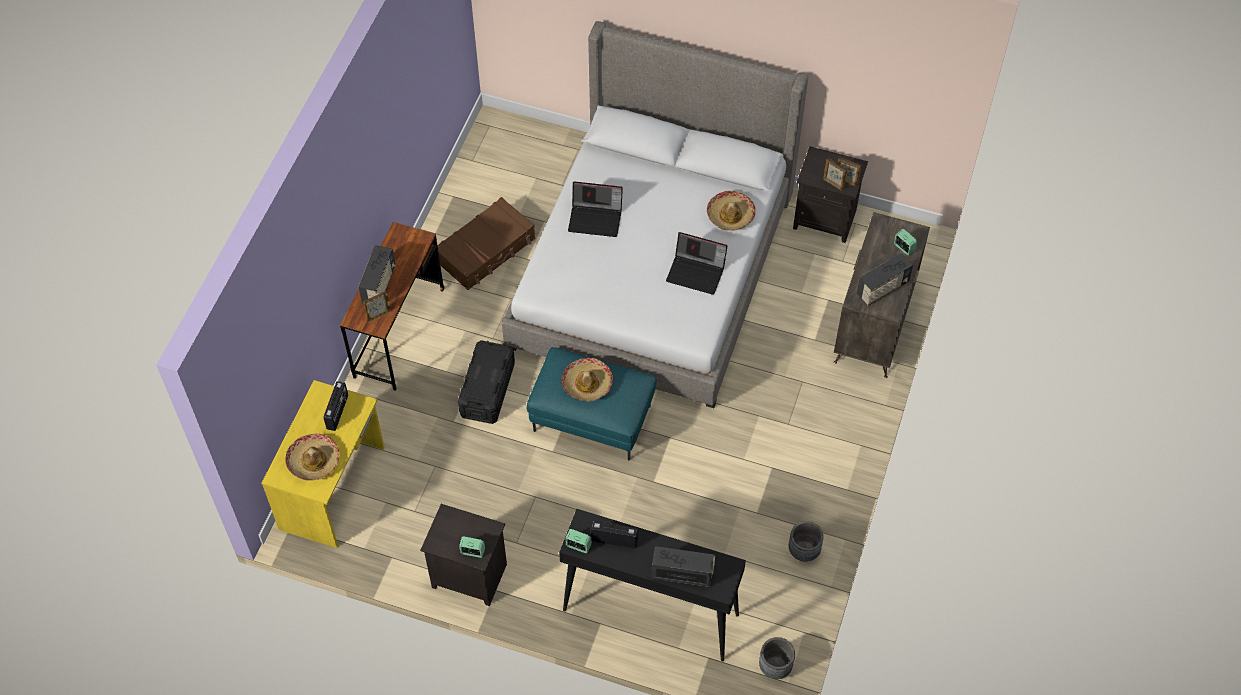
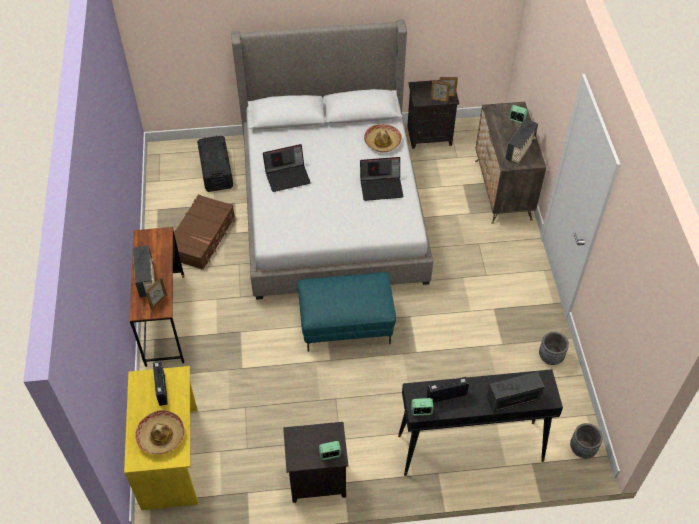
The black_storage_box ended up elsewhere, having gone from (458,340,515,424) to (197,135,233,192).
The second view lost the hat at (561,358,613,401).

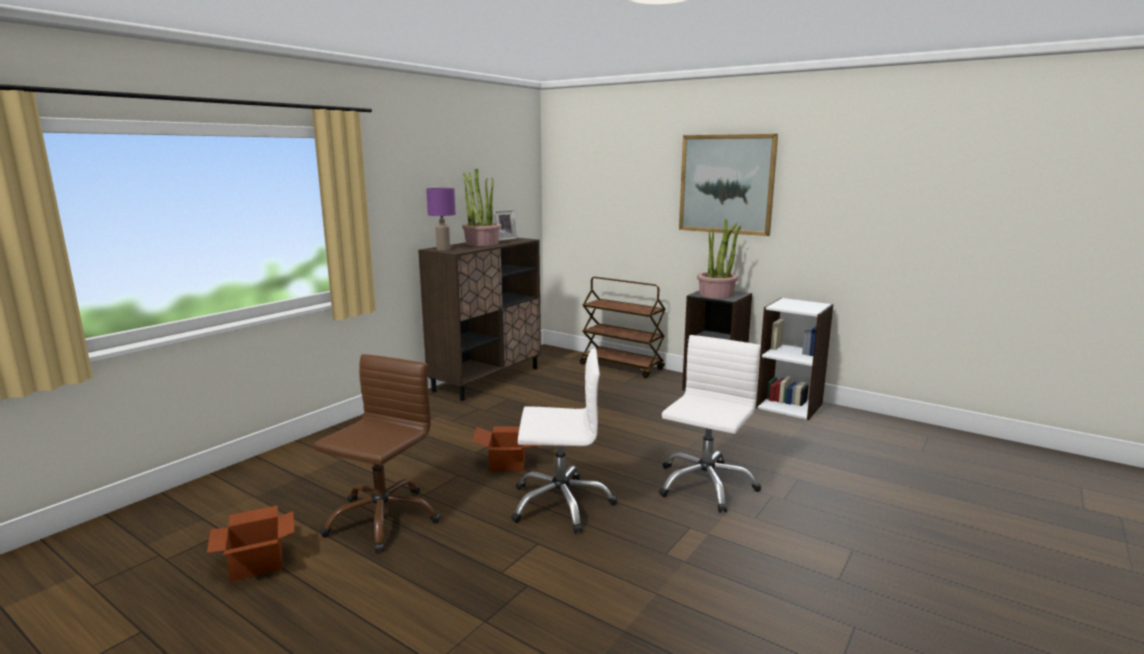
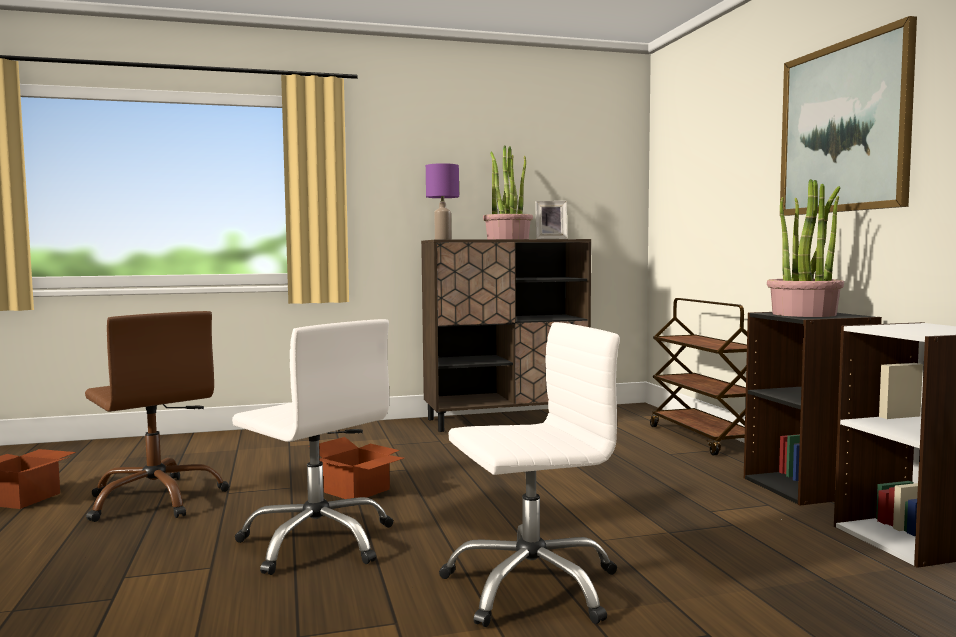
The brown_office_chair at (314,354,441,552) ended up facing another way, 75 degrees clockwise from before.

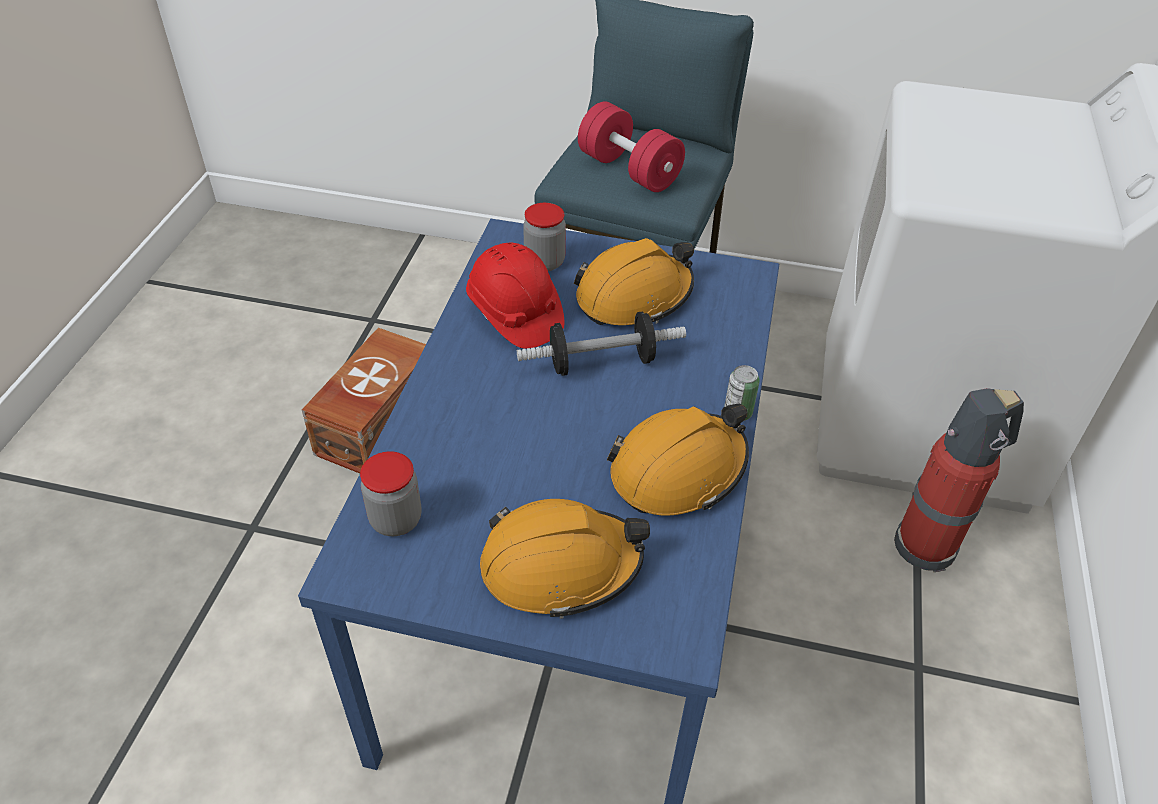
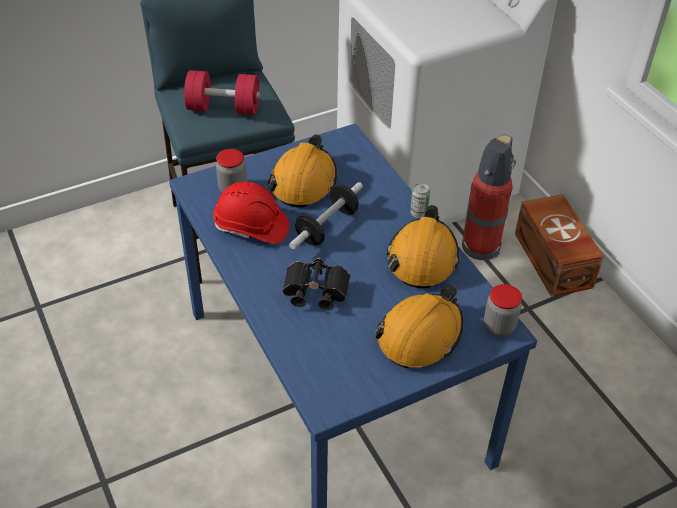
The brown_storage_box ended up elsewhere, having gone from (302,328,426,474) to (515,194,604,297).
The jar ended up elsewhere, having gone from (360,451,422,536) to (484,284,522,337).
The second view gained the black_binoculars at (283,258,350,310).

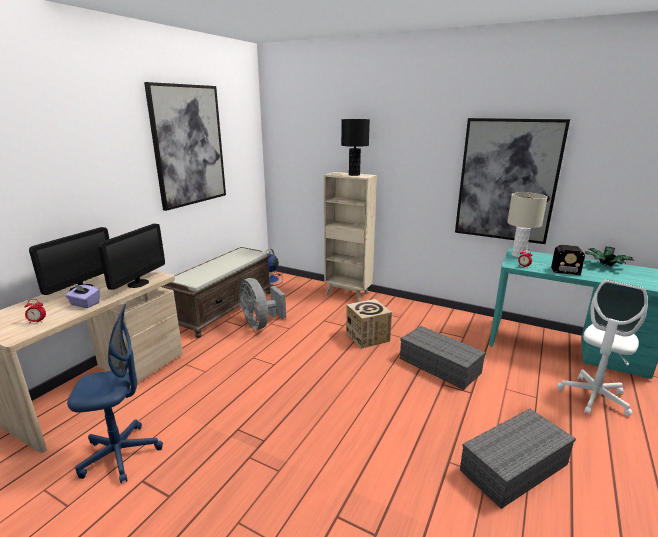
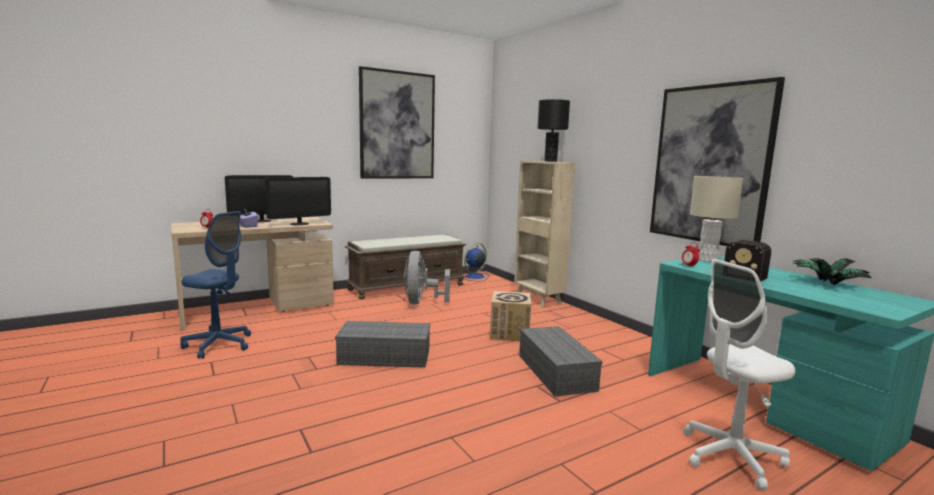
The grey_storage_box ended up elsewhere, having gone from (460,409,576,509) to (335,321,430,368).

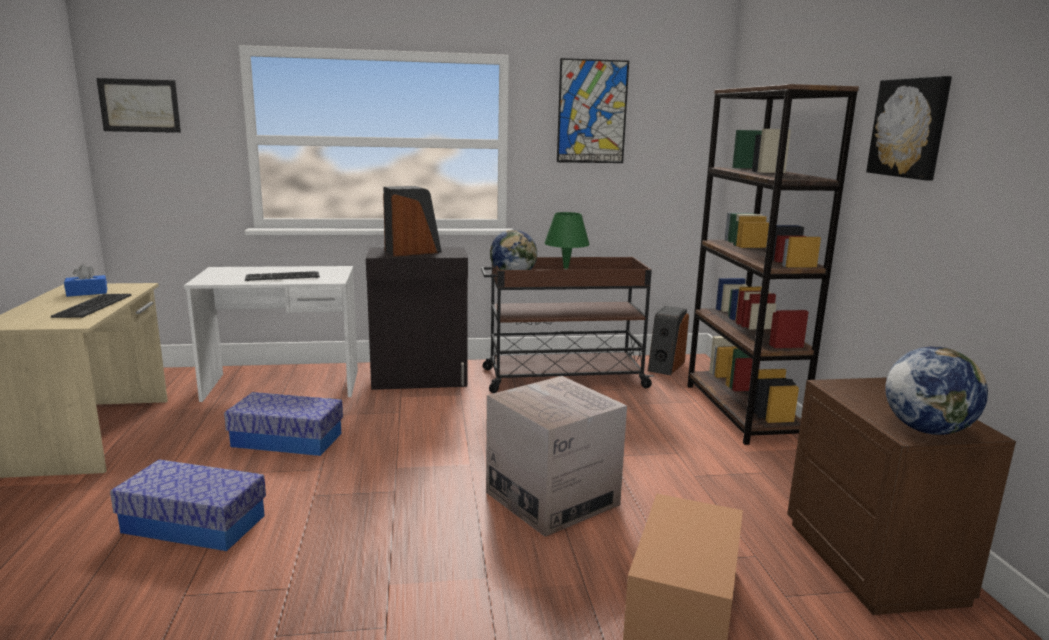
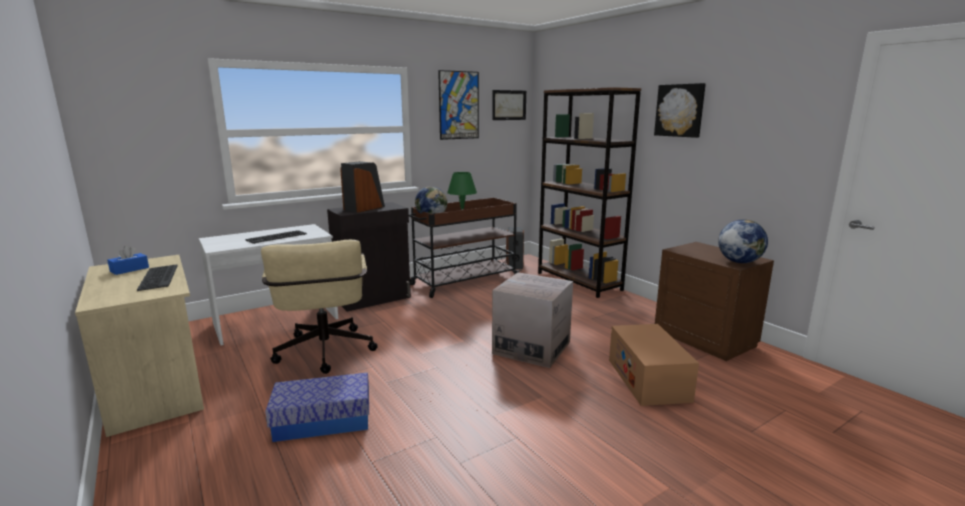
The picture ended up elsewhere, having gone from (96,78,181,133) to (492,90,526,120).
Where the storage_box stood at (224,392,343,456), the beige_office_chair came to stand at (261,240,378,374).

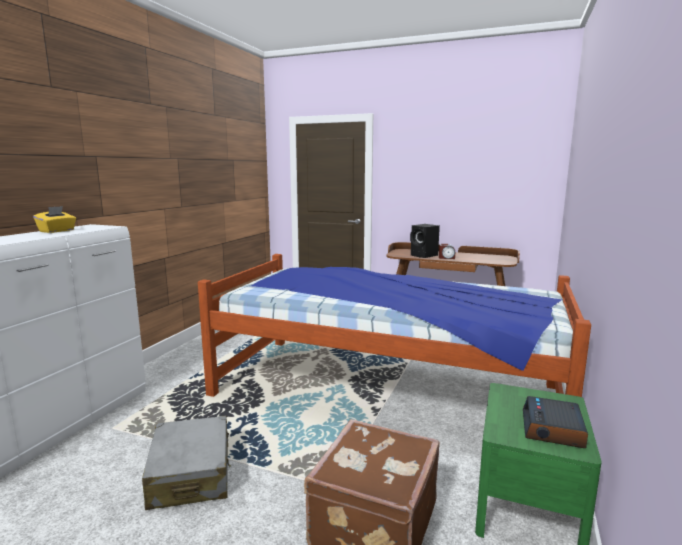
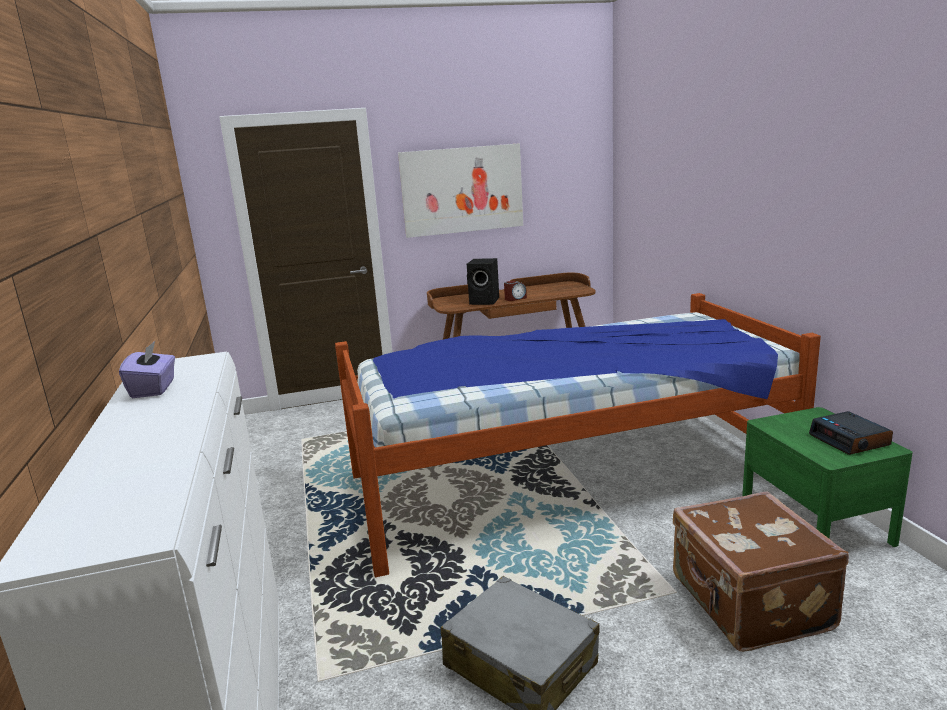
What was the yellow_tissue_box at (33,206,76,233) turned into the purple_tissue_box at (119,341,175,398).
The second view gained the picture at (398,144,523,238).

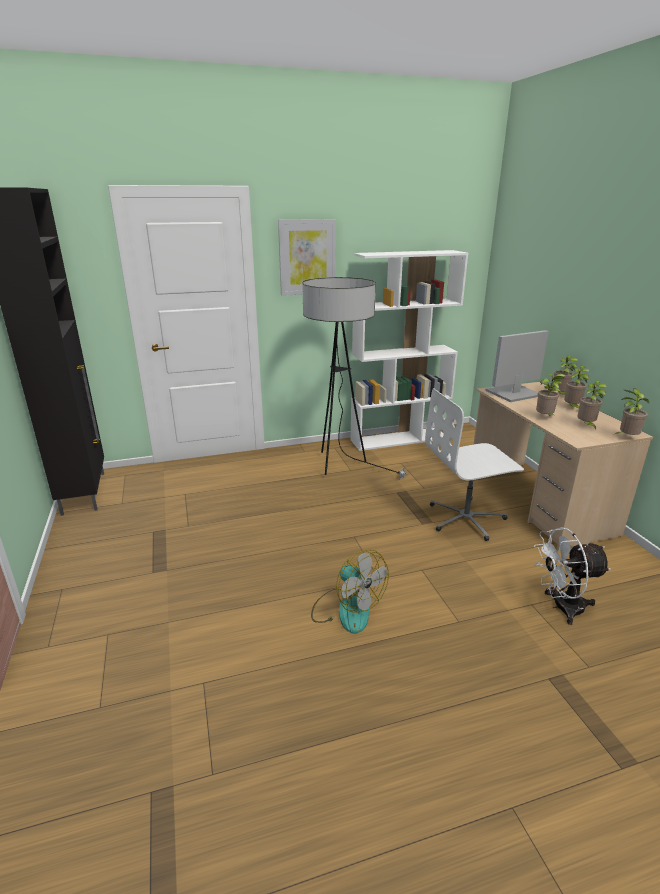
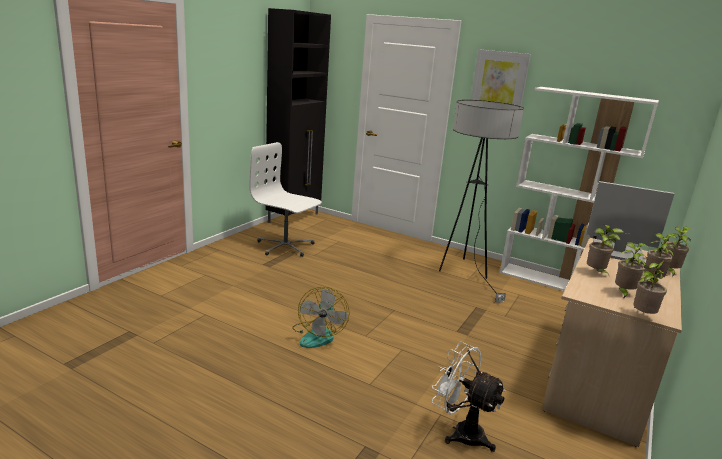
The white_office_chair ended up elsewhere, having gone from (425,388,524,541) to (249,142,322,257).

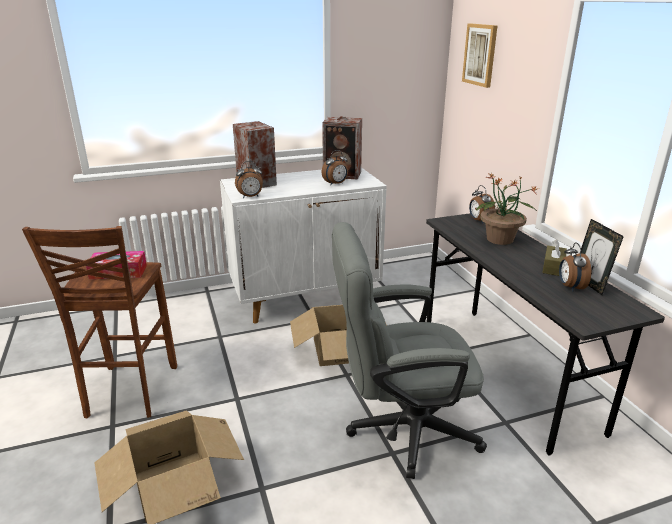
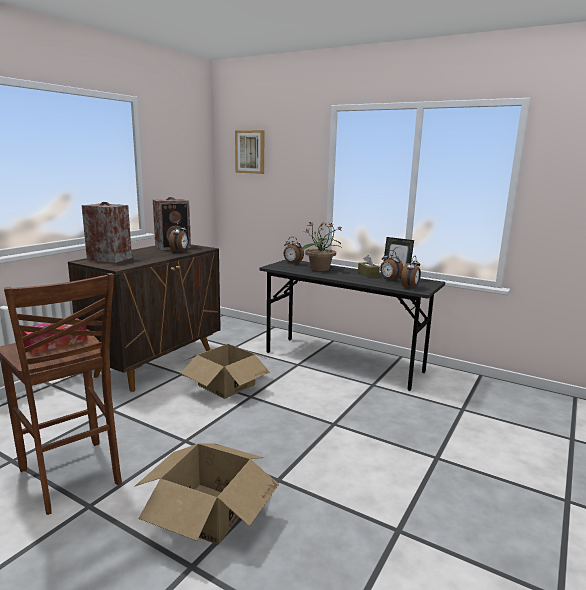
The alarm_clock ended up elsewhere, having gone from (235,161,263,198) to (401,256,421,289).
What was the white_cabinet at (220,167,387,324) turned into the brown_cabinet at (68,244,221,392).
The second view lost the grey_office_chair at (332,222,487,479).

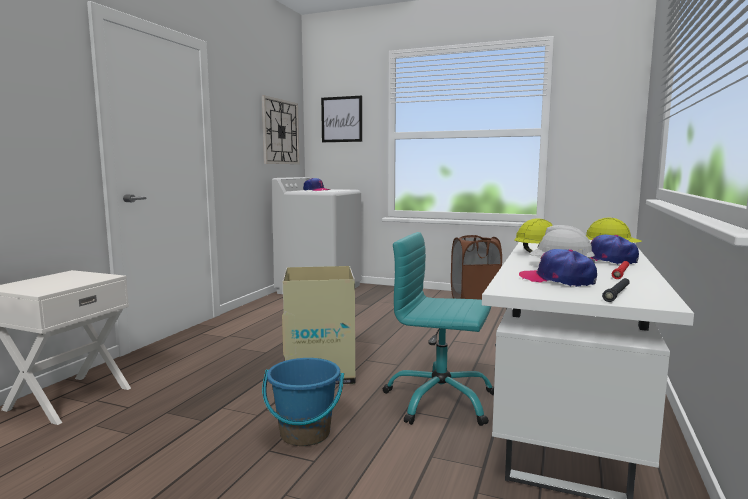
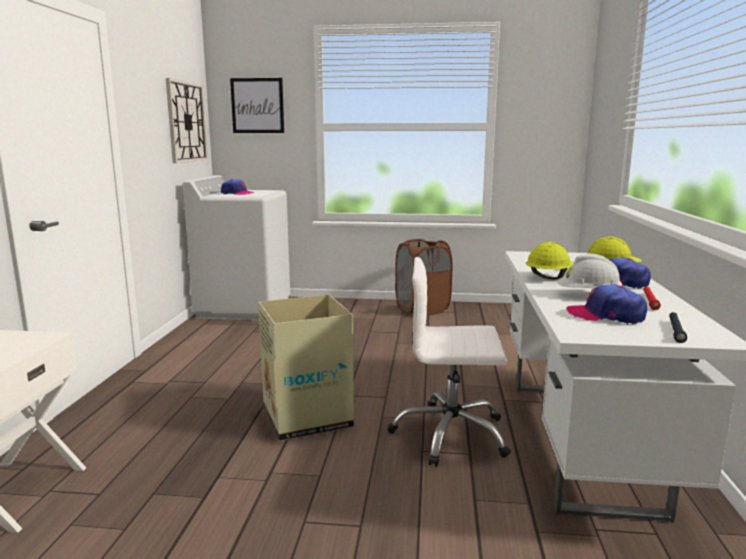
What was the turquoise_office_chair at (383,232,494,426) turned into the white_office_chair at (387,257,511,467).
The second view lost the blue_bucket at (262,358,344,446).

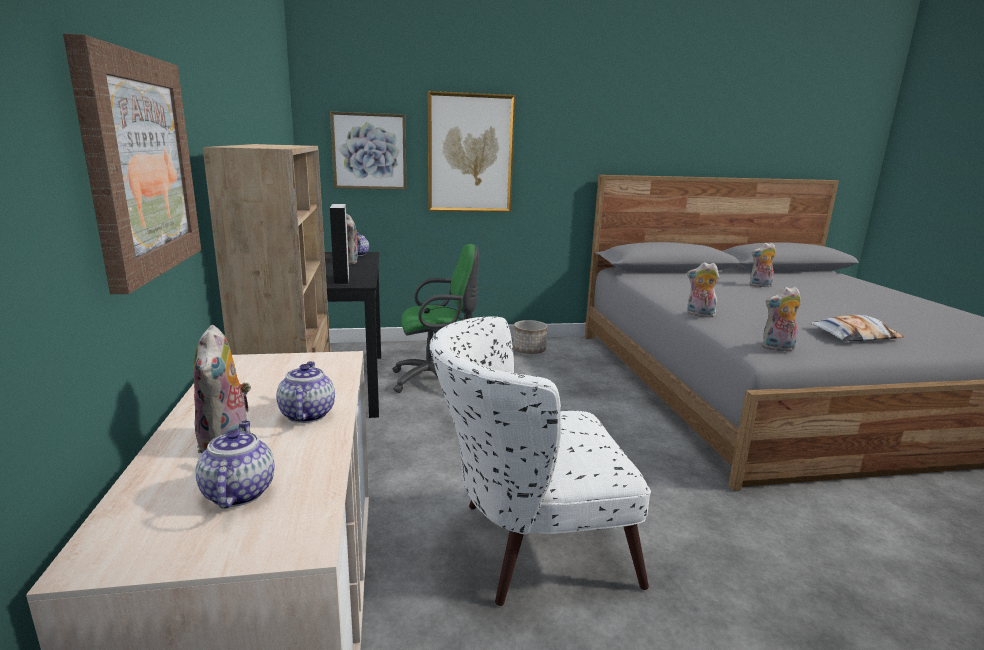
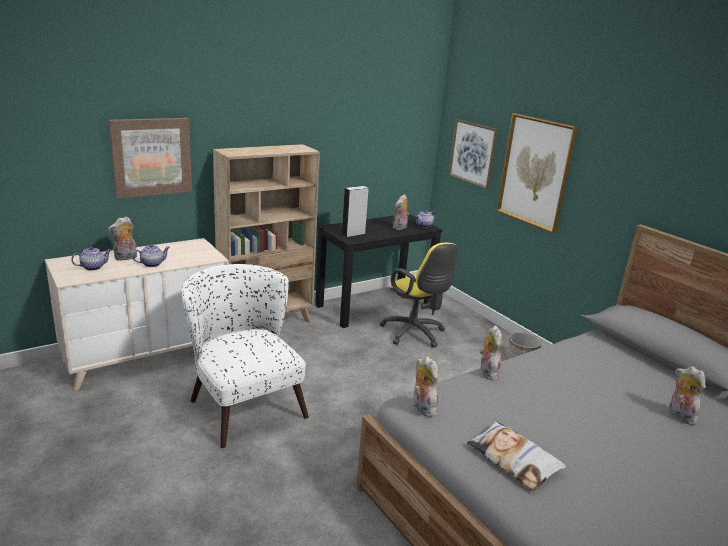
What was the green_office_chair at (392,244,479,393) turned into the yellow_office_chair at (379,243,458,348).

